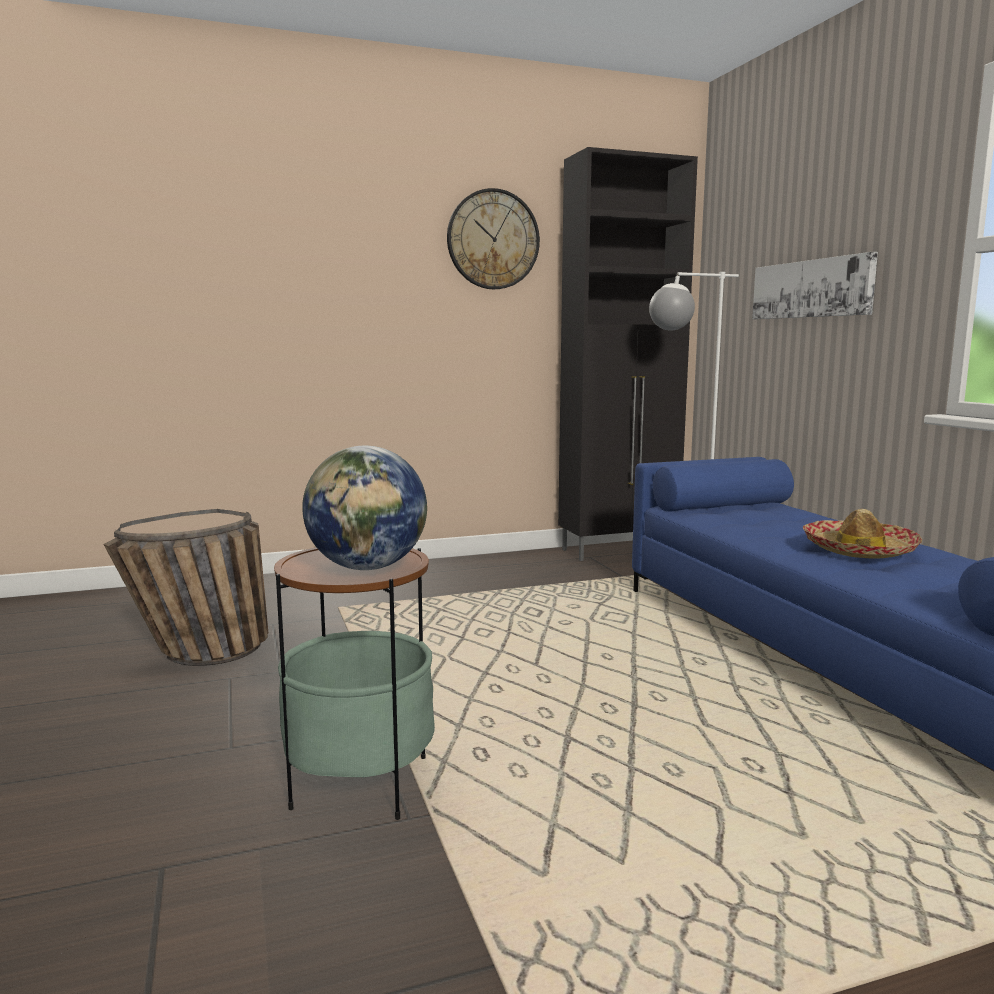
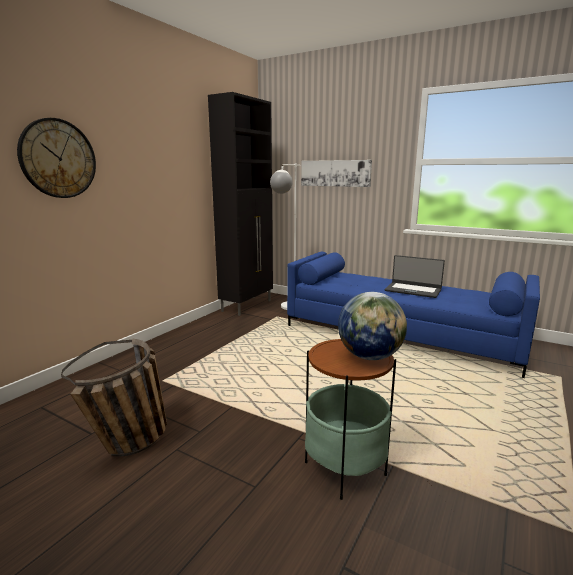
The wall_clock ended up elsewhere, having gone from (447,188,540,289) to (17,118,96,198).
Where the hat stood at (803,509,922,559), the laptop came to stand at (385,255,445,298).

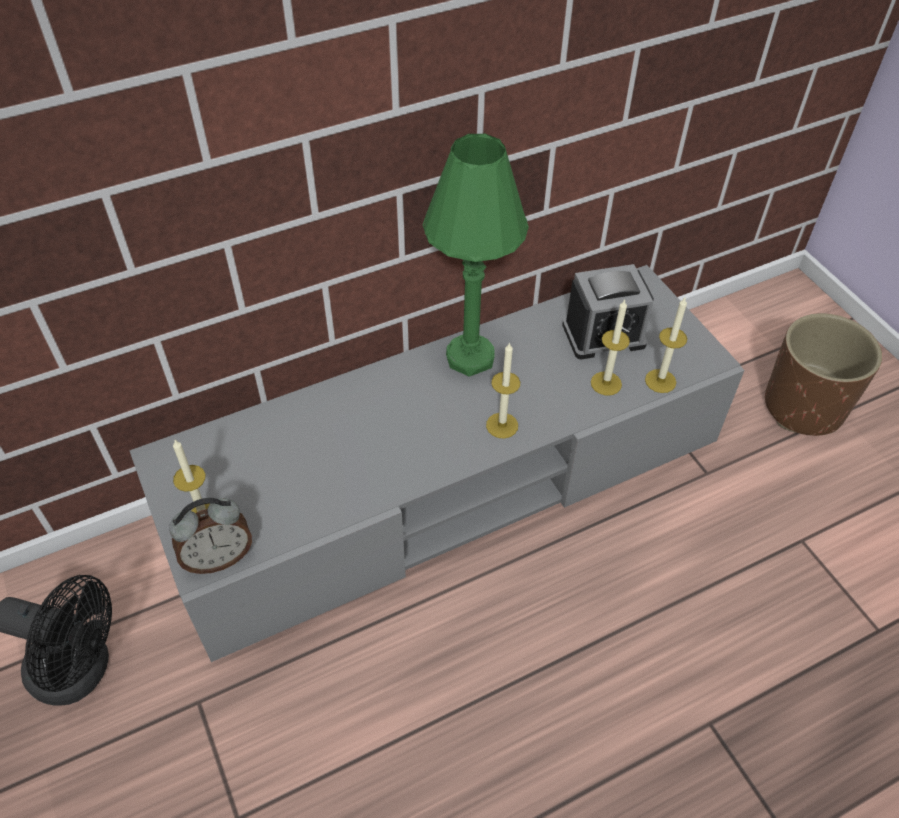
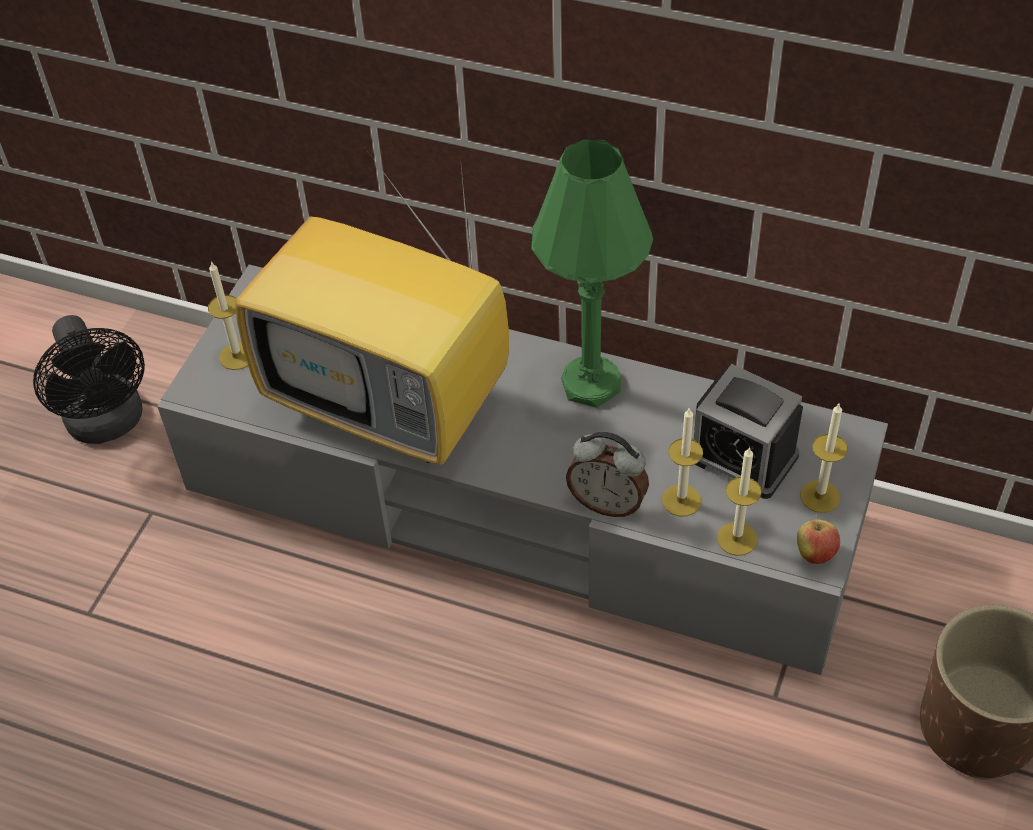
The candle ended up elsewhere, having gone from (486,342,520,439) to (801,404,848,513).
The alarm_clock ended up elsewhere, having gone from (169,498,252,574) to (566,431,649,517).
The second view gained the television at (235,153,509,465).
The second view gained the apple at (797,514,840,564).

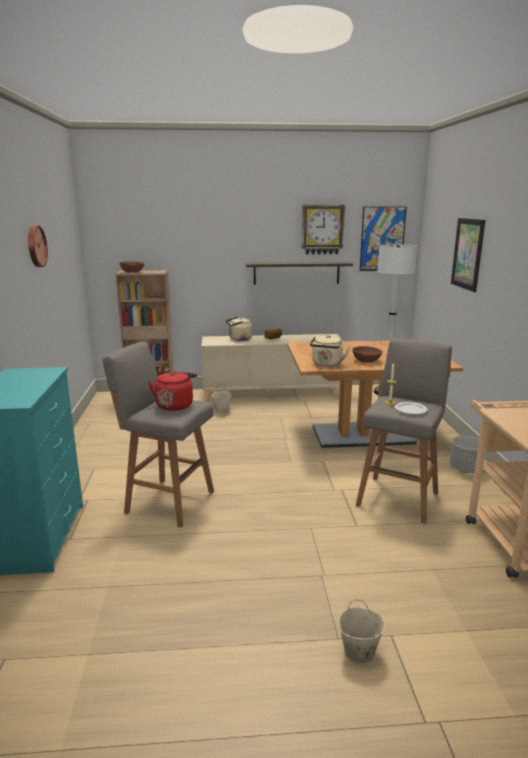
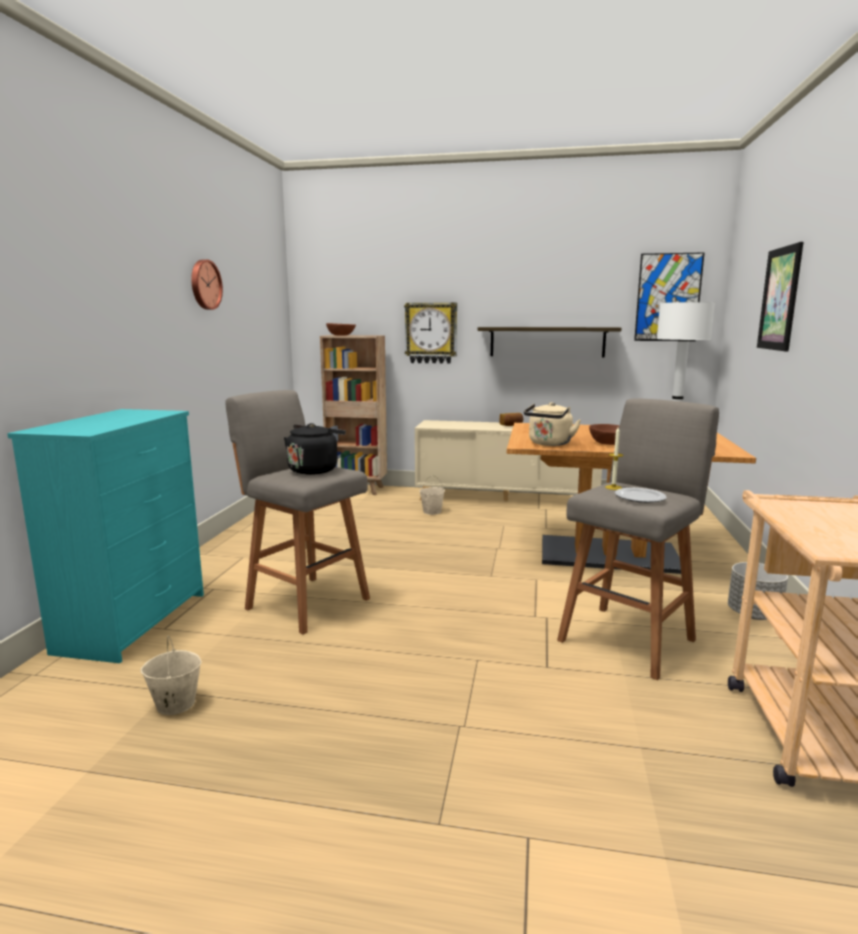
The wall_clock ended up elsewhere, having gone from (302,205,346,255) to (404,302,457,364).
The second view lost the beige_kettle at (226,317,252,341).
What was the red_kettle at (148,371,197,411) turned into the black_kettle at (284,423,346,475).
The beige_bucket ended up elsewhere, having gone from (339,600,385,664) to (140,635,202,715).

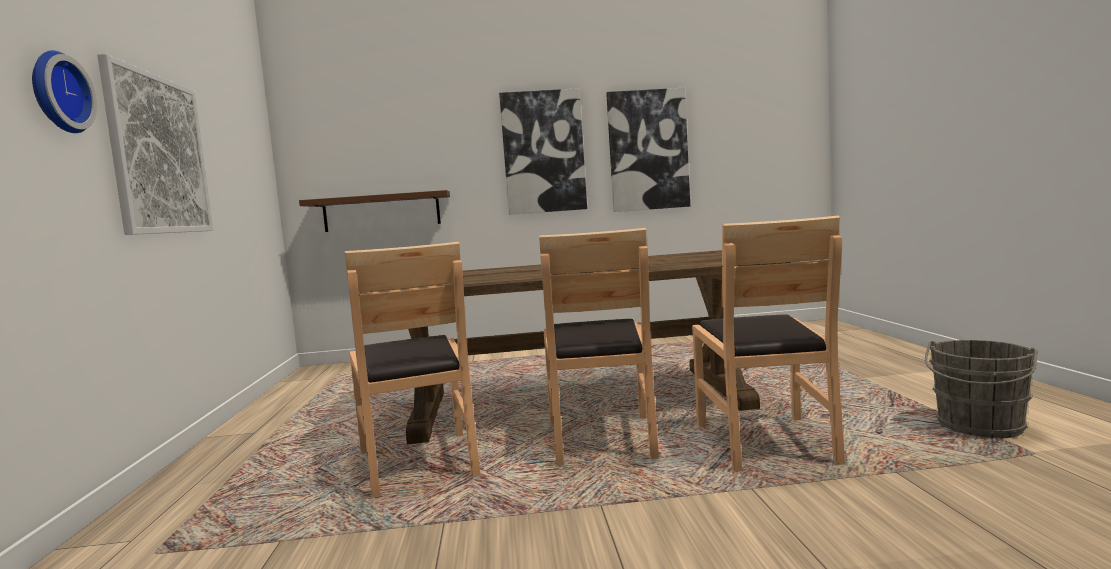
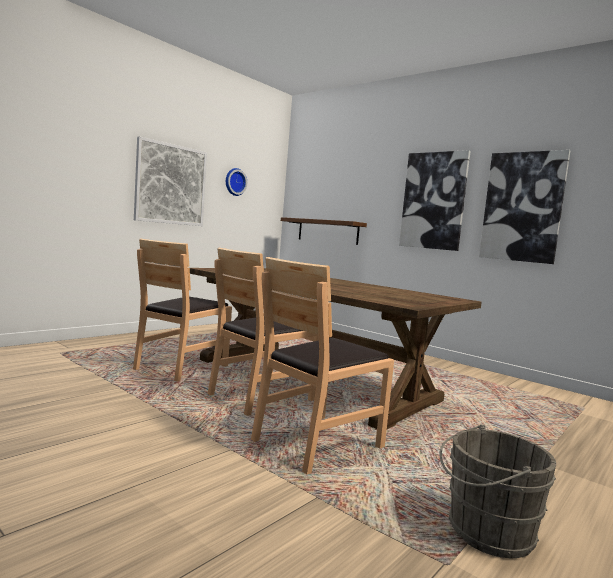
The wall_clock ended up elsewhere, having gone from (32,50,97,133) to (226,168,247,196).

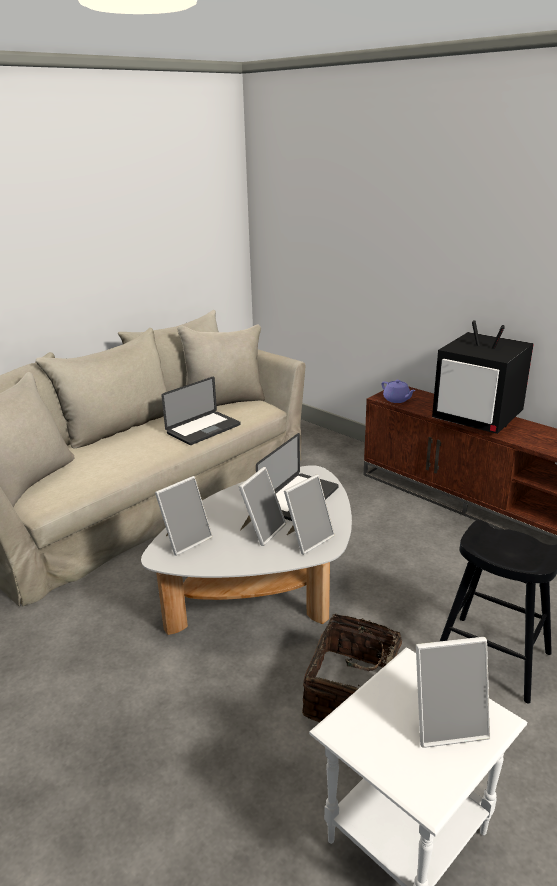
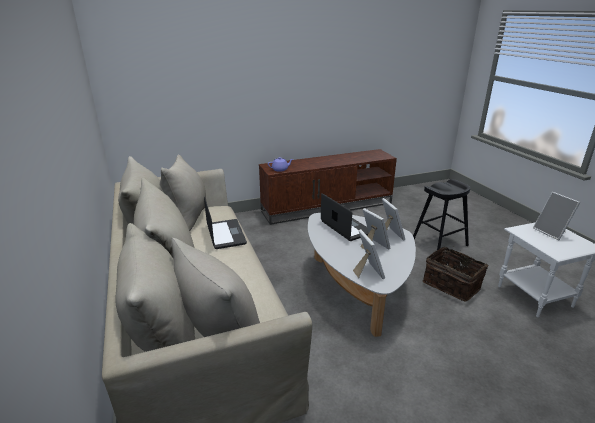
The second view lost the television at (432,320,534,434).
The picture_frame at (416,637,490,748) ended up facing another way, 135 degrees clockwise from before.

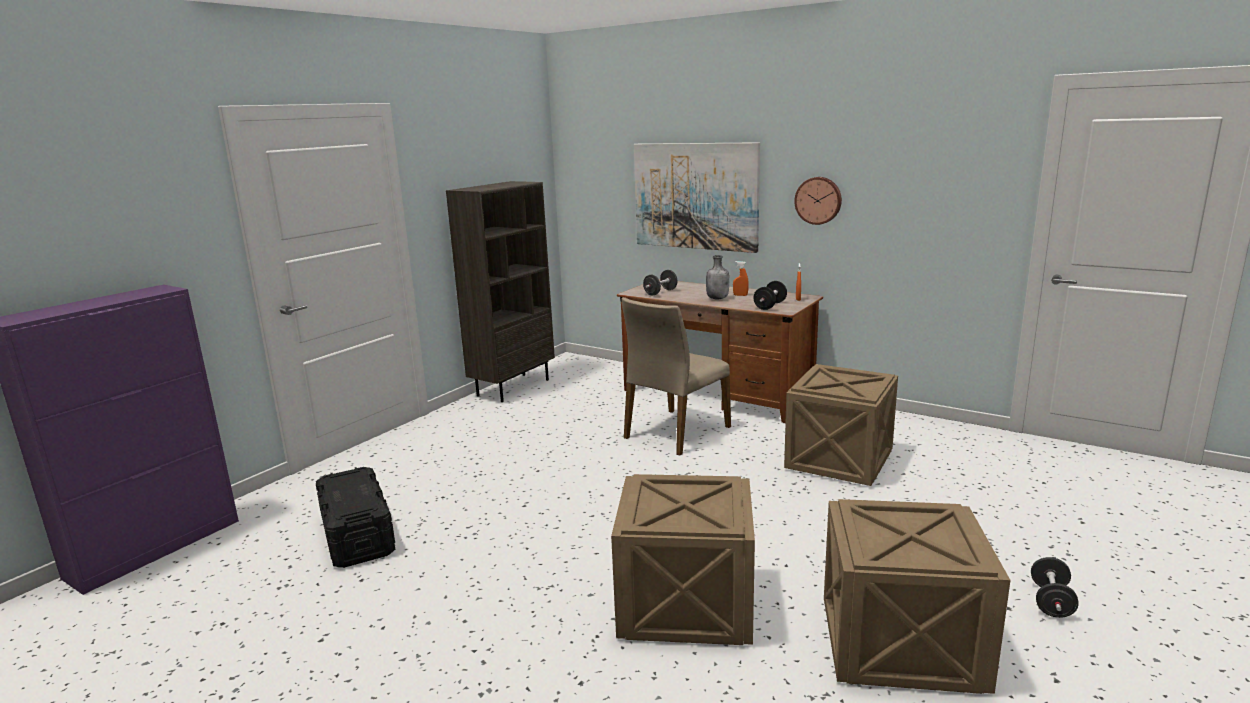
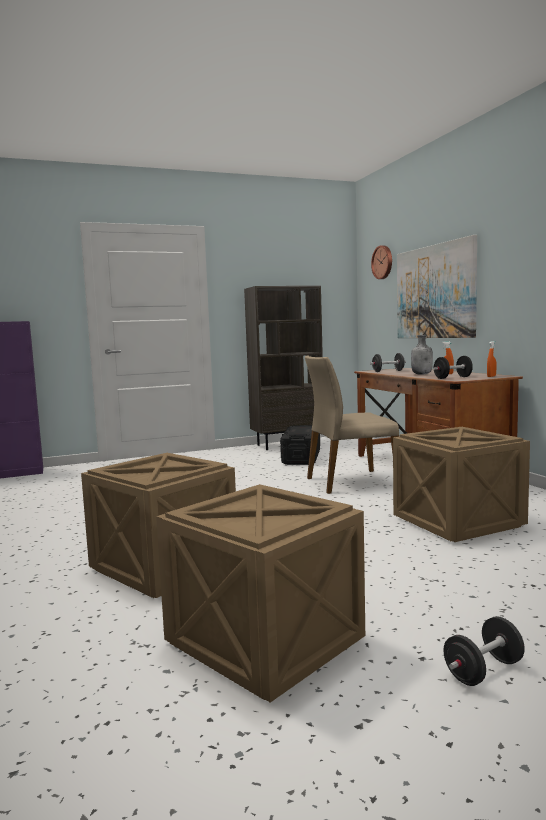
The wall_clock ended up elsewhere, having gone from (794,177,842,225) to (371,246,392,279).
The black_storage_box ended up elsewhere, having gone from (316,467,395,568) to (280,425,320,465).

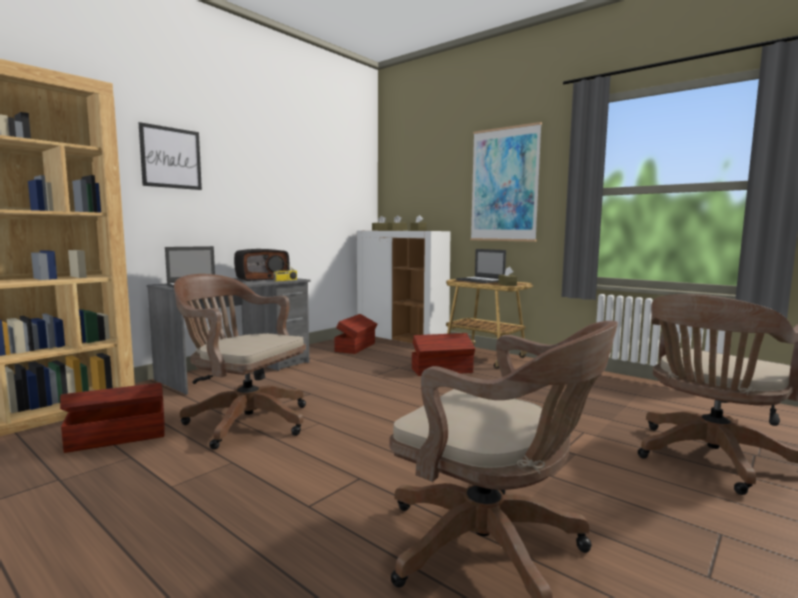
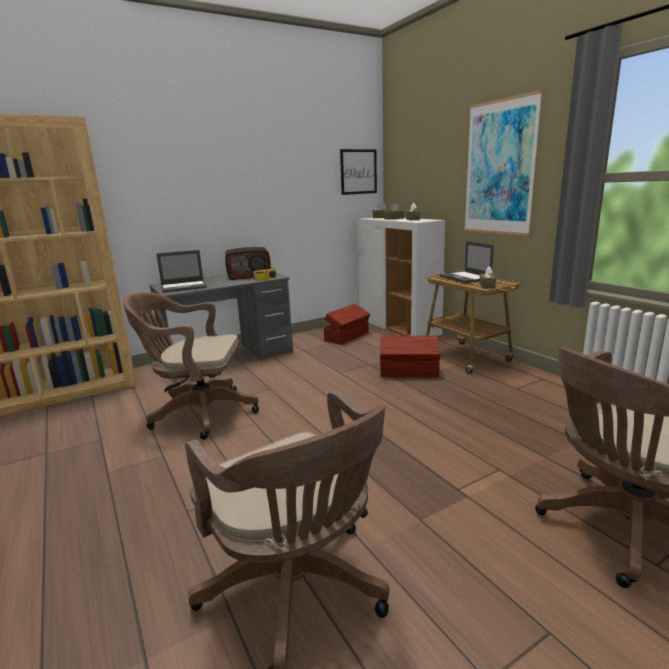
The picture ended up elsewhere, having gone from (138,122,202,190) to (340,149,377,195).
The brown_office_chair at (174,274,306,450) ended up facing another way, 45 degrees counterclockwise from before.
The second view lost the brown_storage_box at (60,383,165,453).

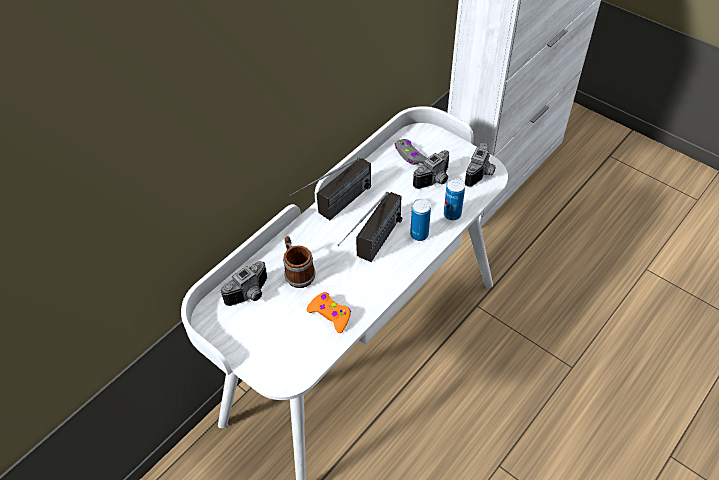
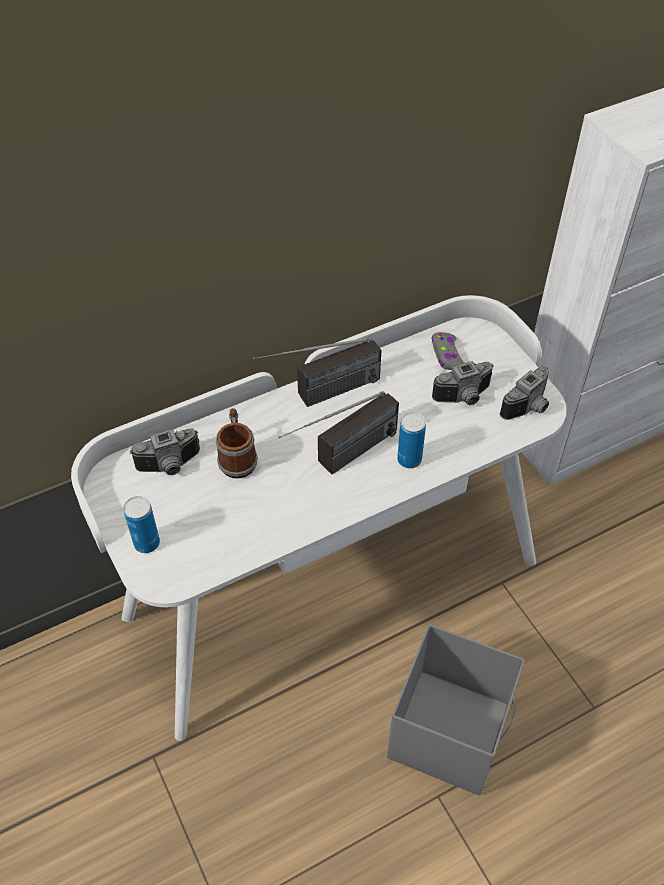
The can ended up elsewhere, having gone from (444,178,465,220) to (123,496,160,553).
The second view lost the orange_game_controller at (307,292,351,333).
The second view gained the grey_storage_box at (387,624,525,795).

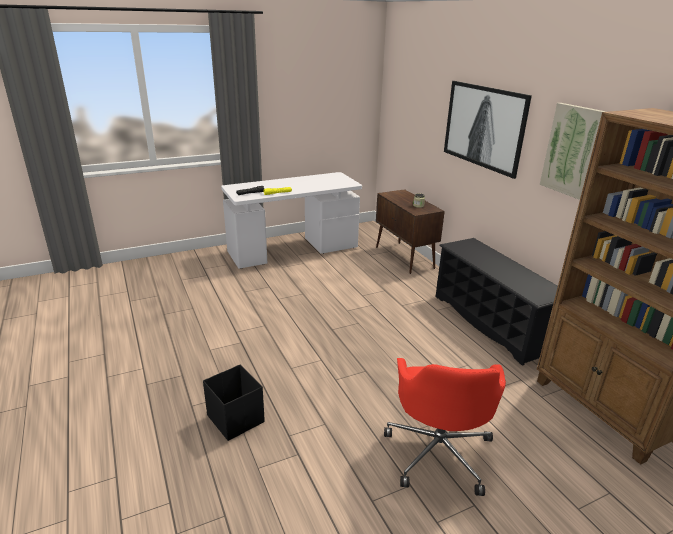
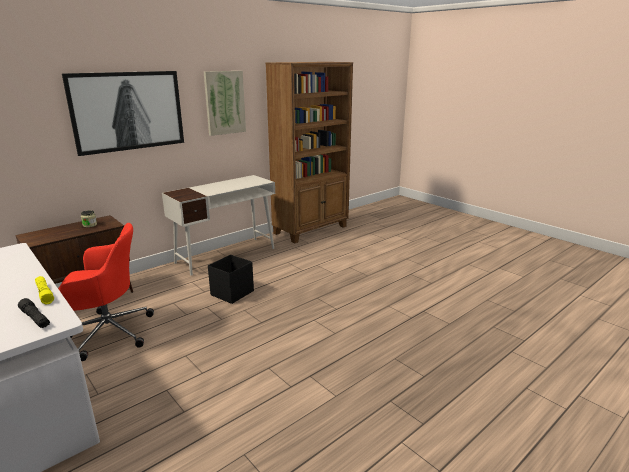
Where the black_shoe_rack stood at (436,238,558,366), the white_desk came to stand at (162,175,275,276).
The red_office_chair ended up elsewhere, having gone from (384,358,506,496) to (58,223,154,361).
The black_storage_box ended up elsewhere, having gone from (203,365,265,441) to (208,255,254,304).

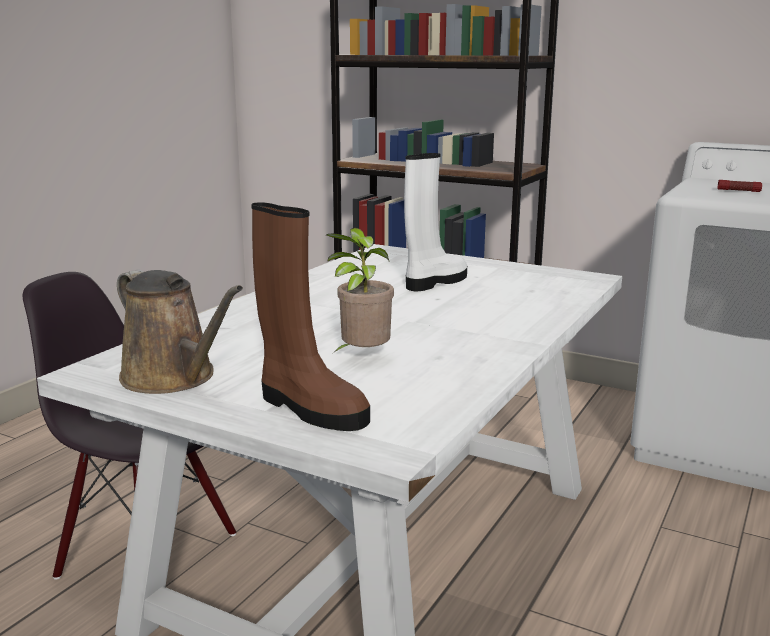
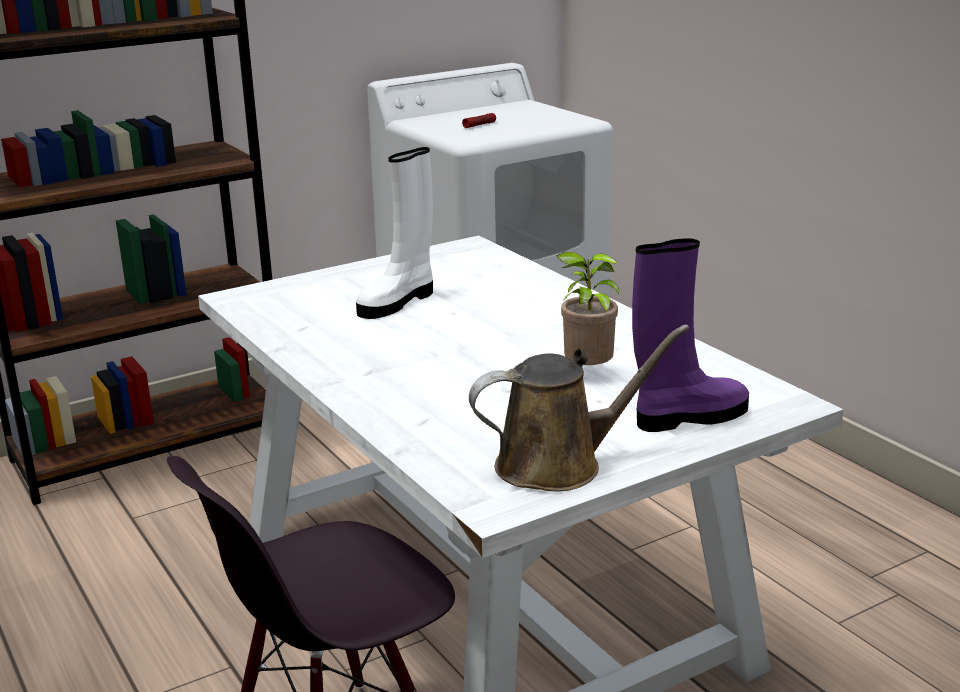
The white_boot at (404,153,467,291) ended up facing another way, 120 degrees counterclockwise from before.
What was the brown_boot at (252,202,370,431) turned into the purple_boot at (632,238,749,432).

